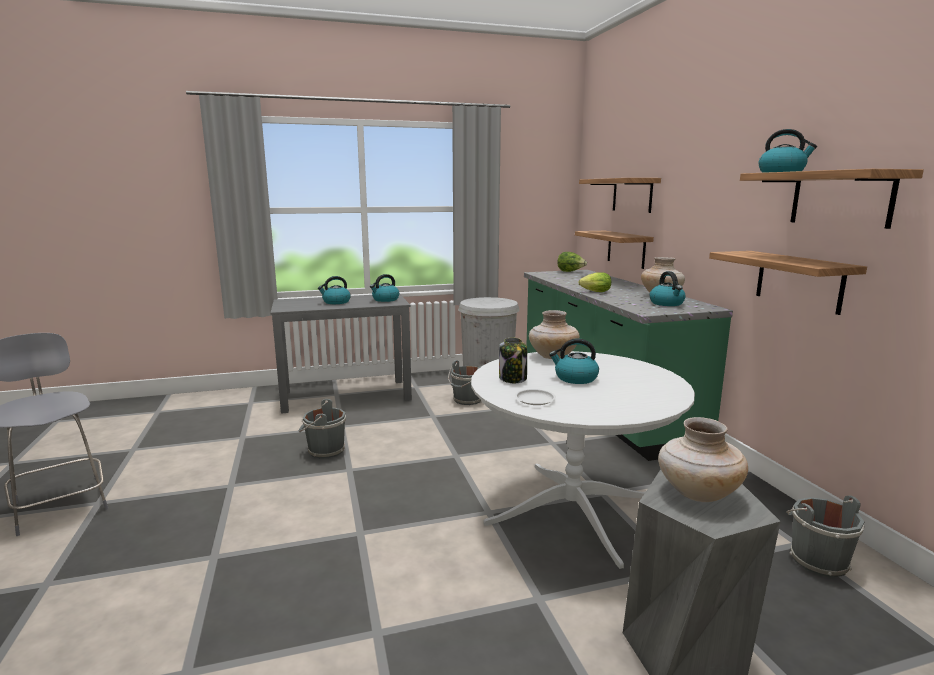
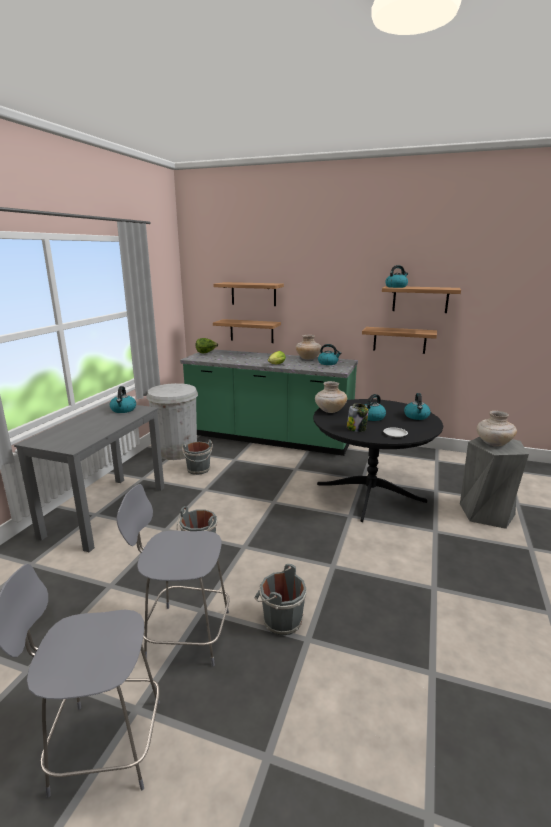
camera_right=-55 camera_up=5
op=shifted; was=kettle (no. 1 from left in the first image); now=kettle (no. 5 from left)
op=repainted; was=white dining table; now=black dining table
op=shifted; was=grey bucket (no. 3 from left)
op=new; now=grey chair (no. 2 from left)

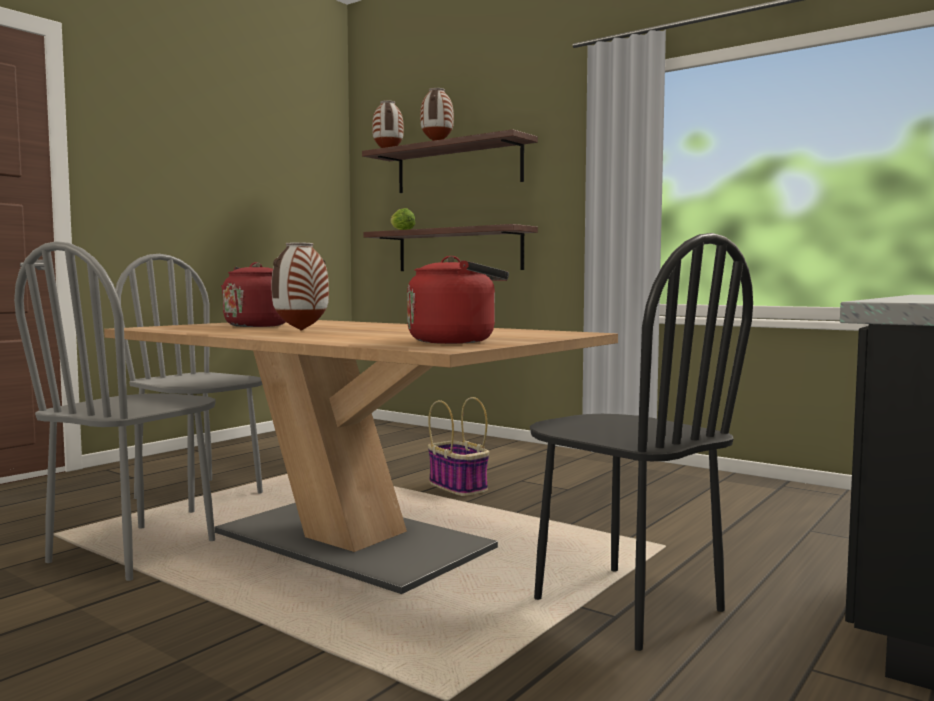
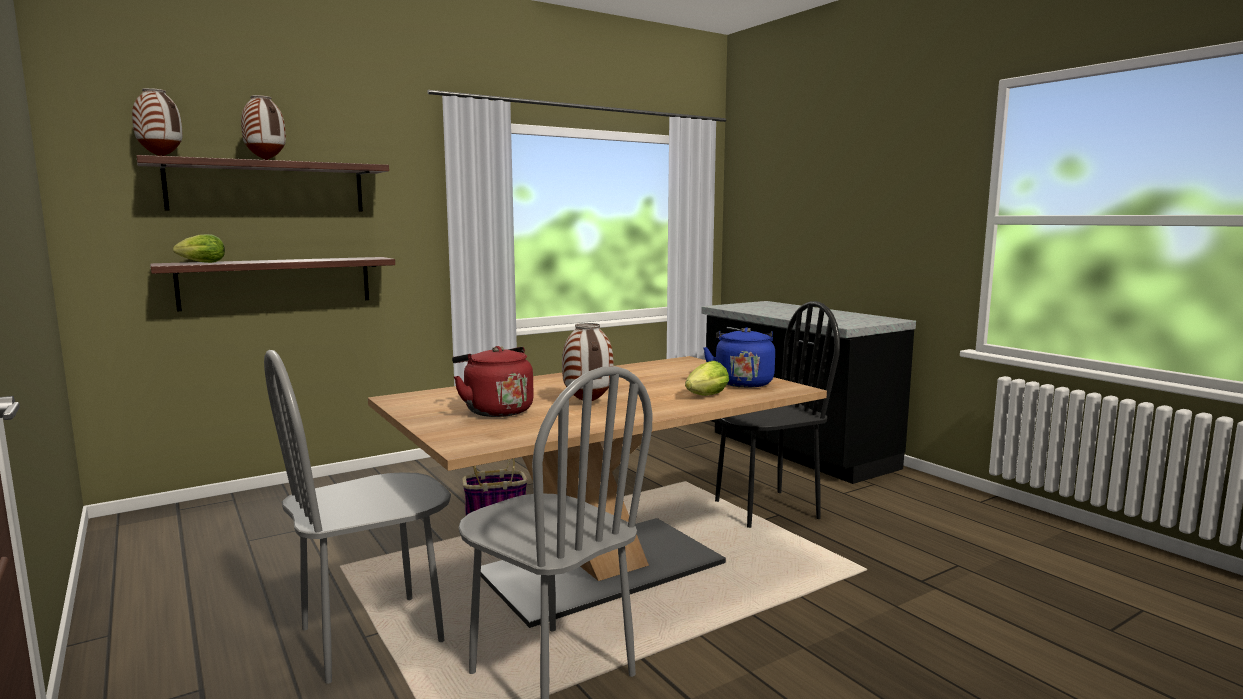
camera_right=-70 camera_up=5
op=repainted; was=red kettle (no. 2 from left); now=blue kettle
op=new; now=lettuce (no. 2 from left)

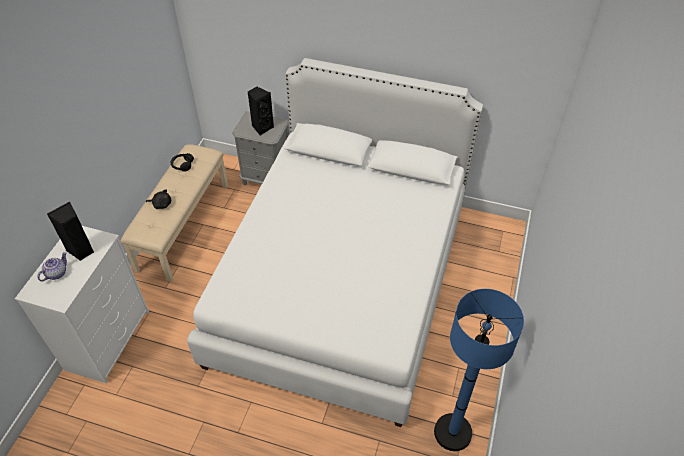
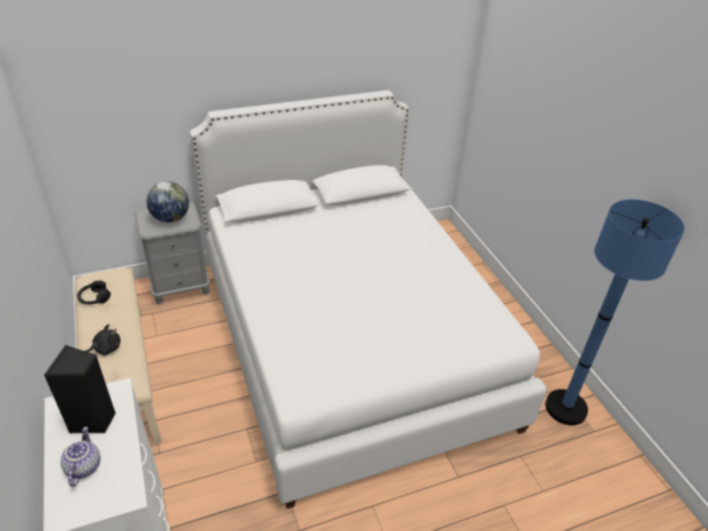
camera_right=-40 camera_up=-10
op=swapped; was=black speaker (no. 2 from left); now=globe

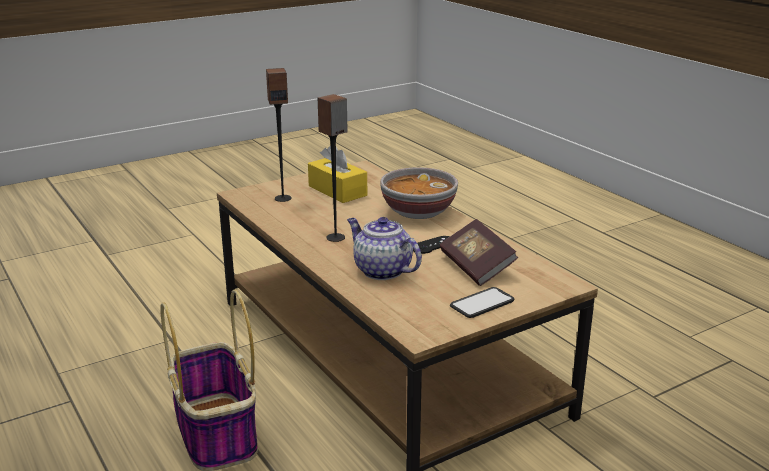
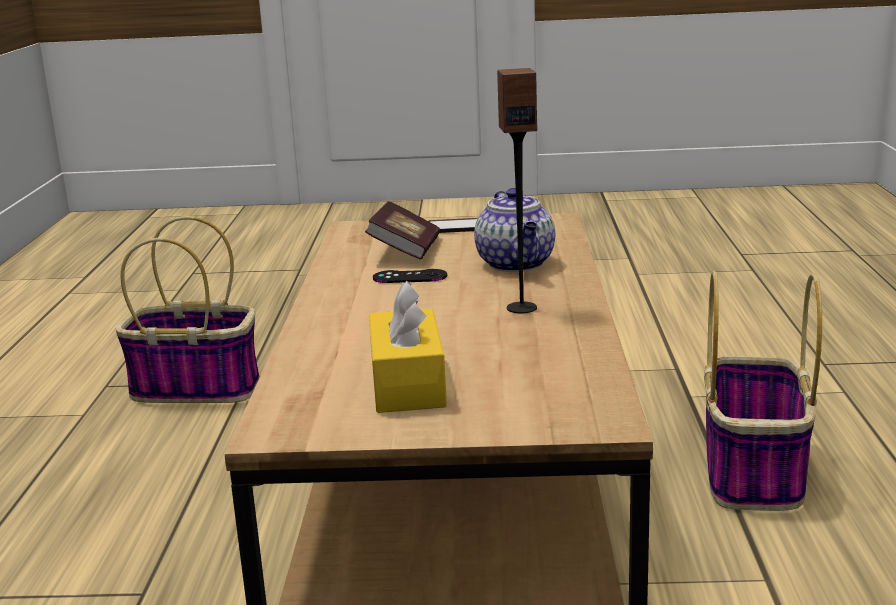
camera_right=-145 camera_up=-5
op=gone; was=speaker (no. 1 from left)
op=gone; was=bowl
op=new; now=basket (no. 1 from left)

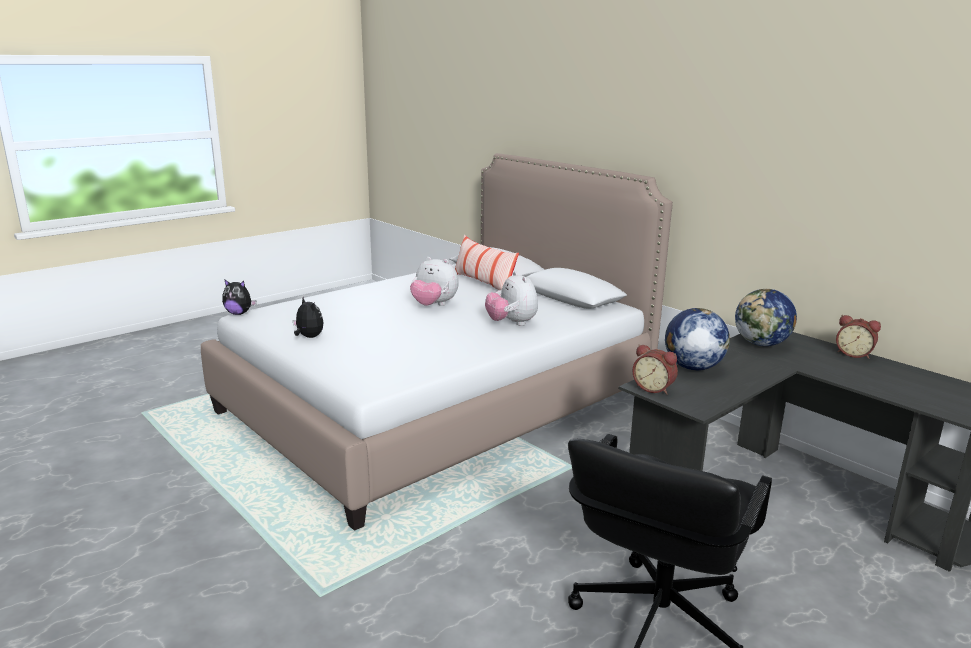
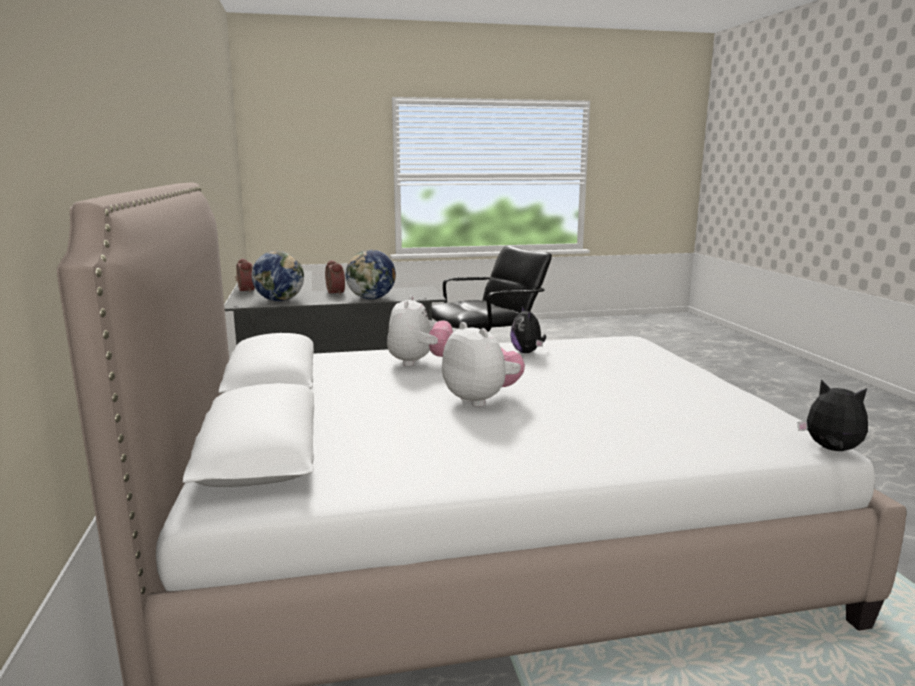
camera_right=-150 camera_up=-5
op=gone; was=pillow
op=shifted; was=plush toy (no. 2 from left in the first image); now=plush toy (no. 3 from left)
op=shifted; was=alarm clock (no. 1 from left in the first image); now=alarm clock (no. 2 from left)

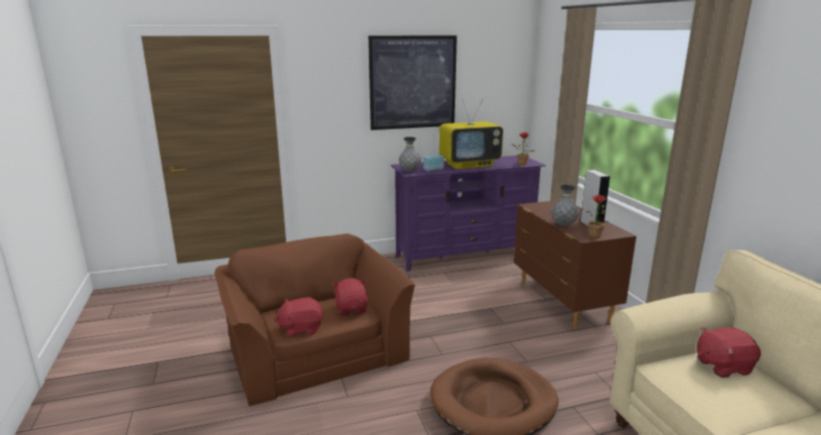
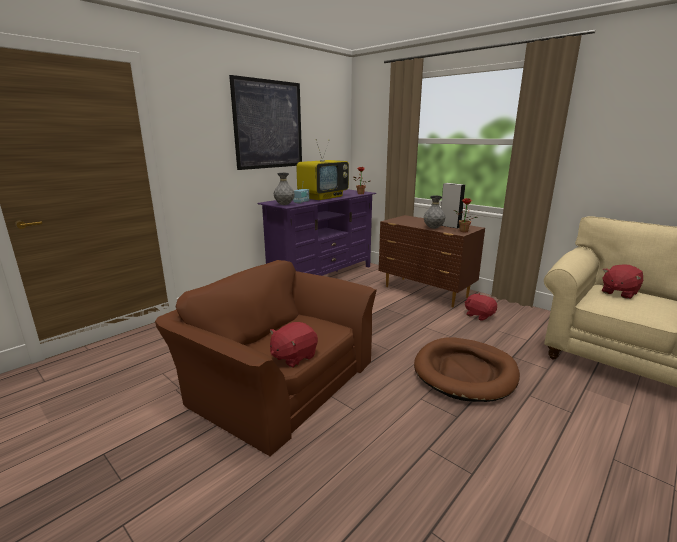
camera_right=-30 camera_up=0
op=shifted; was=red plush toy (no. 2 from left)

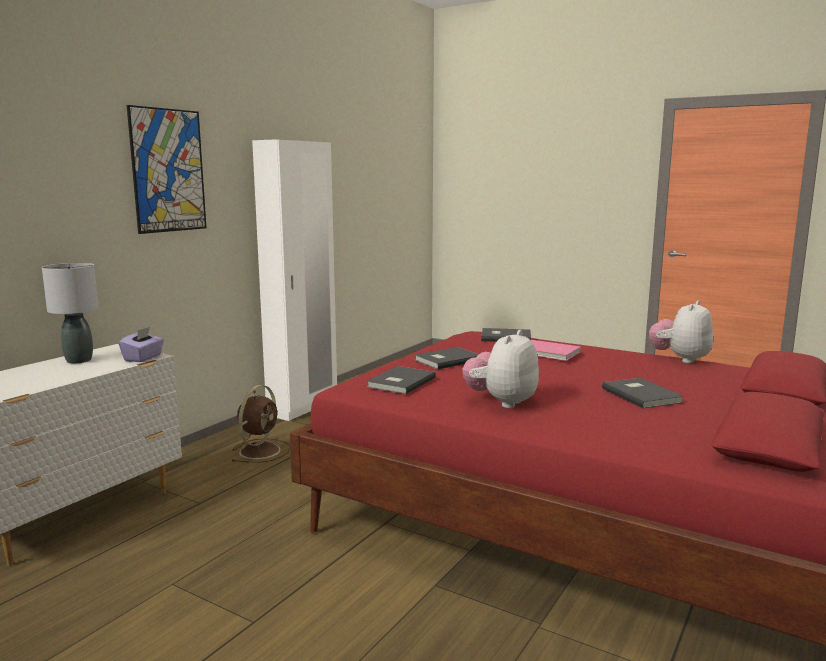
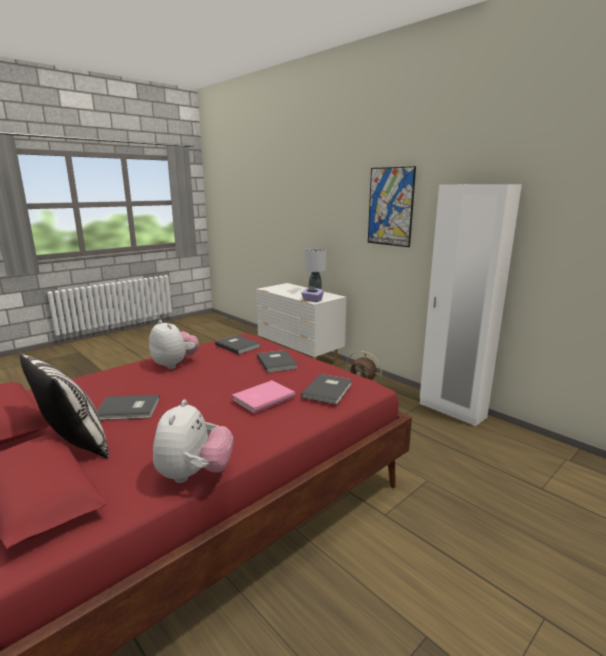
camera_right=105 camera_up=5
op=rotated; was=plush toy (no. 2 from left); clockwise=45
op=new; now=pillow

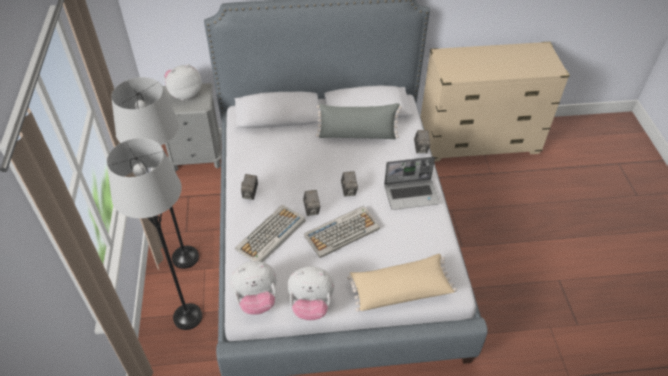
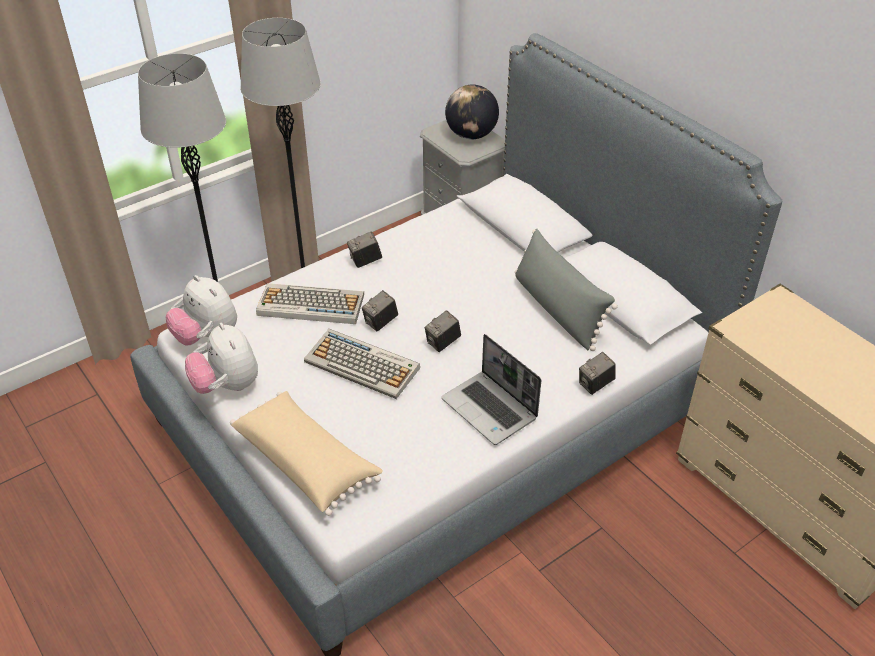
camera_right=60 camera_up=-5
op=swapped; was=plush toy (no. 1 from left); now=globe

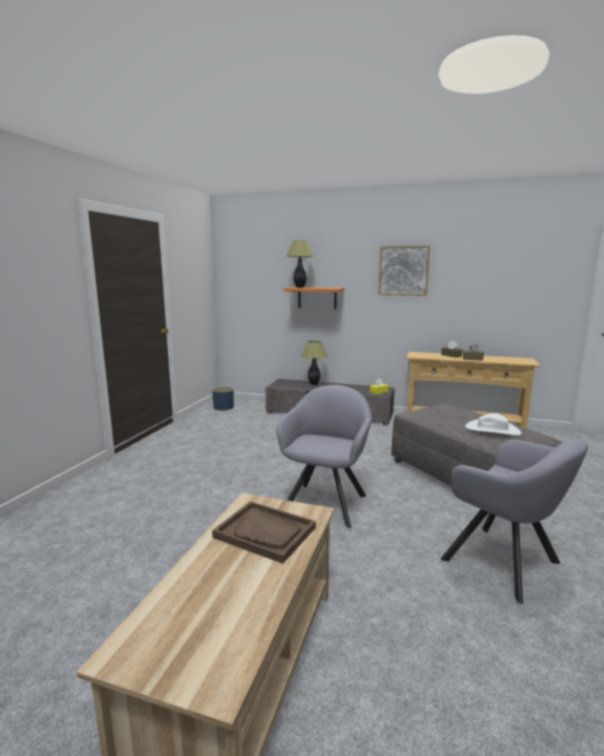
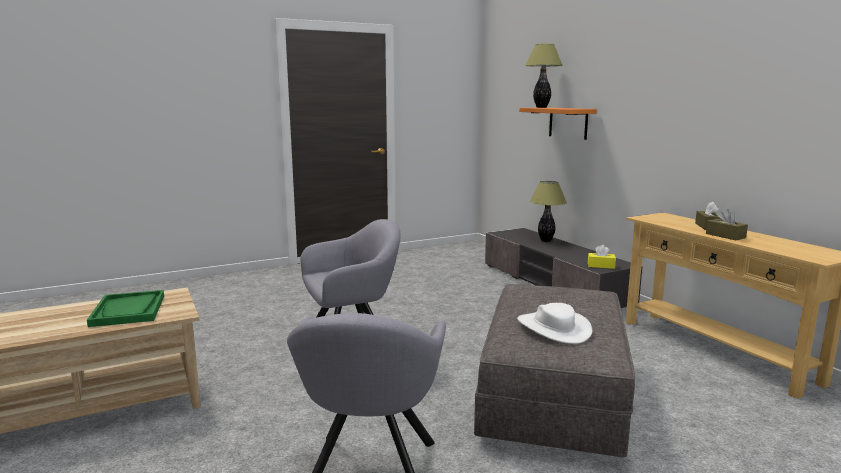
camera_right=45 camera_up=0
op=gone; was=picture
op=gone; was=blue planter
op=repainted; was=brown tray; now=green tray

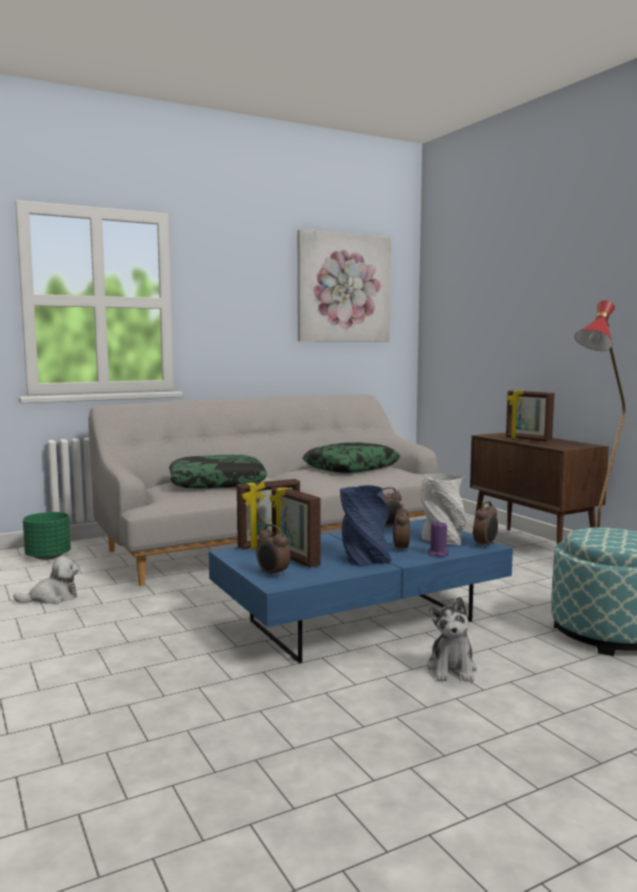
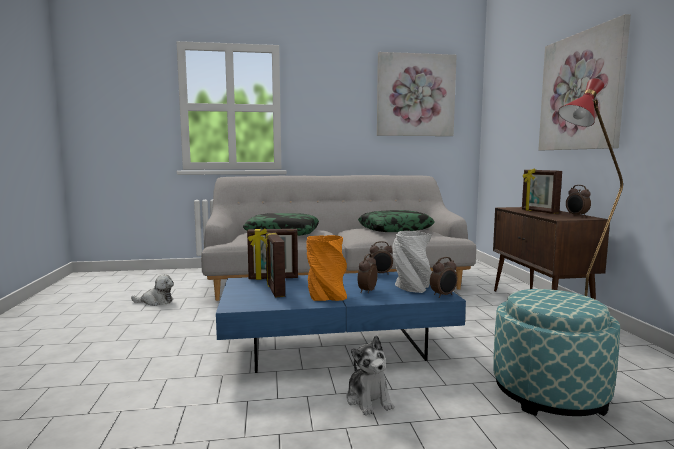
camera_right=20 camera_up=0
op=repainted; was=blue vase; now=orange vase
op=gone; was=green planter
op=gone; was=purple candle
op=shifted; was=alarm clock (no. 1 from left in the first image); now=alarm clock (no. 4 from left)
op=rotated; was=plush toy (no. 2 from left); clockwise=-45
op=new; now=picture (no. 2 from left)

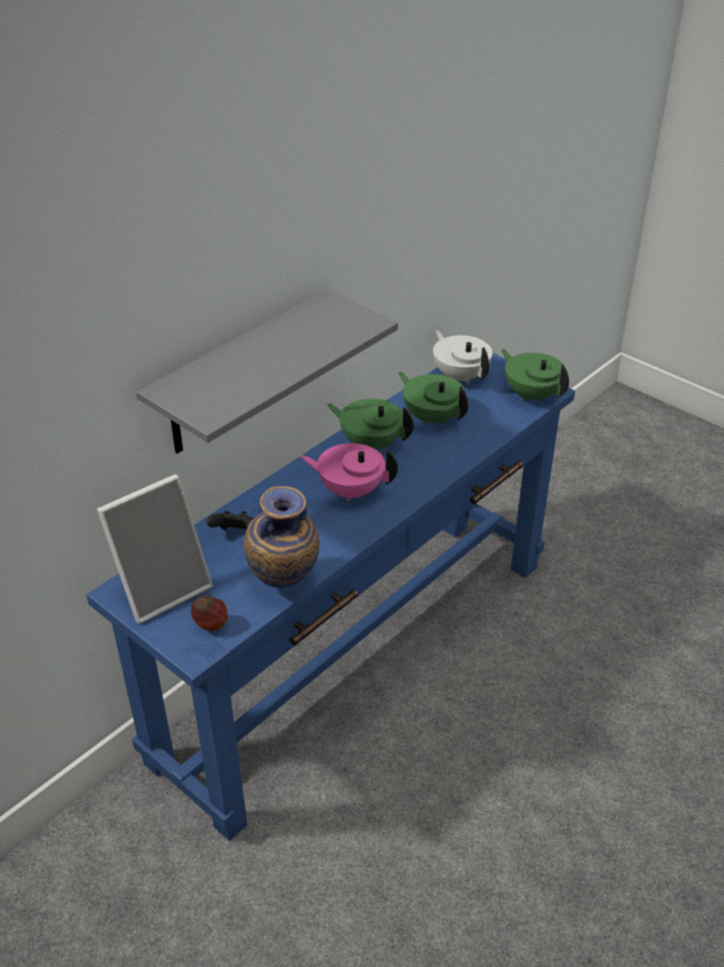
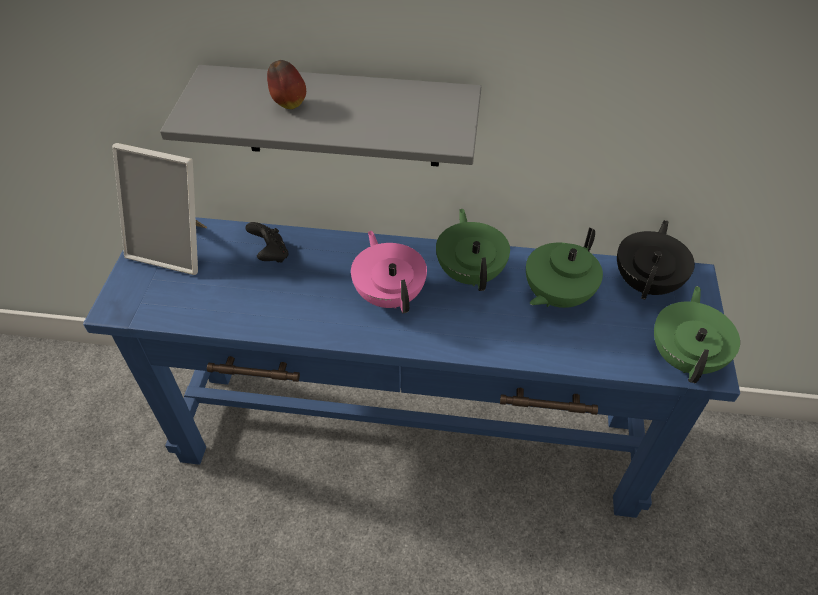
camera_right=55 camera_up=10
op=repainted; was=white teapot; now=black teapot
op=rotated; was=green teapot (no. 2 from left); clockwise=-150
op=gone; was=vase
op=shifted; was=apple

